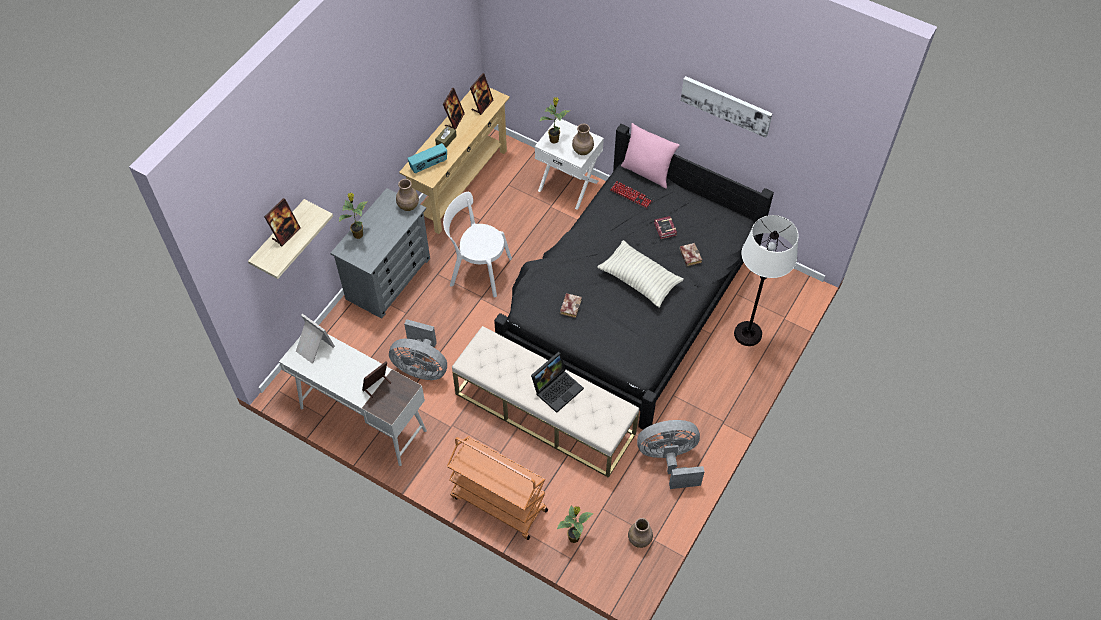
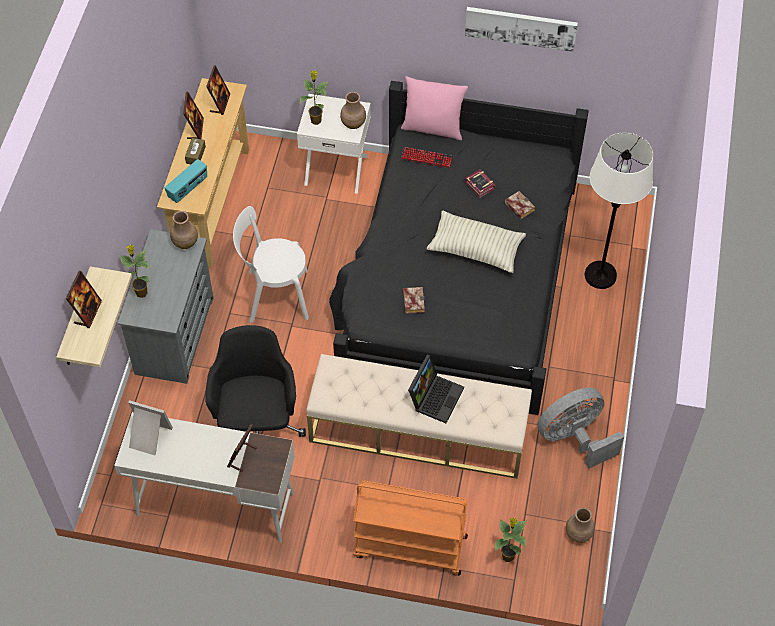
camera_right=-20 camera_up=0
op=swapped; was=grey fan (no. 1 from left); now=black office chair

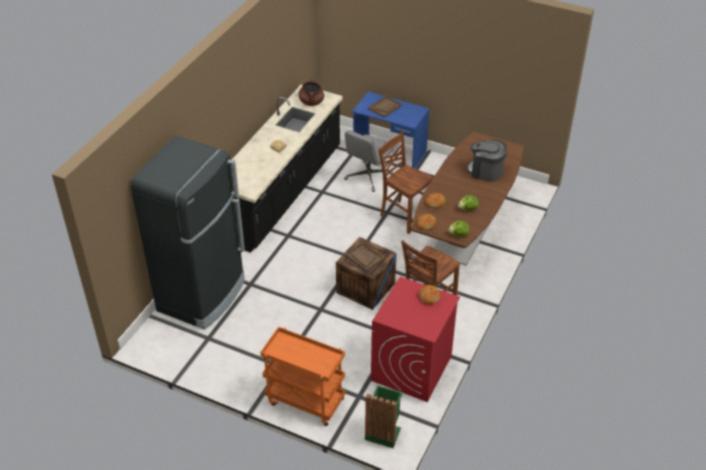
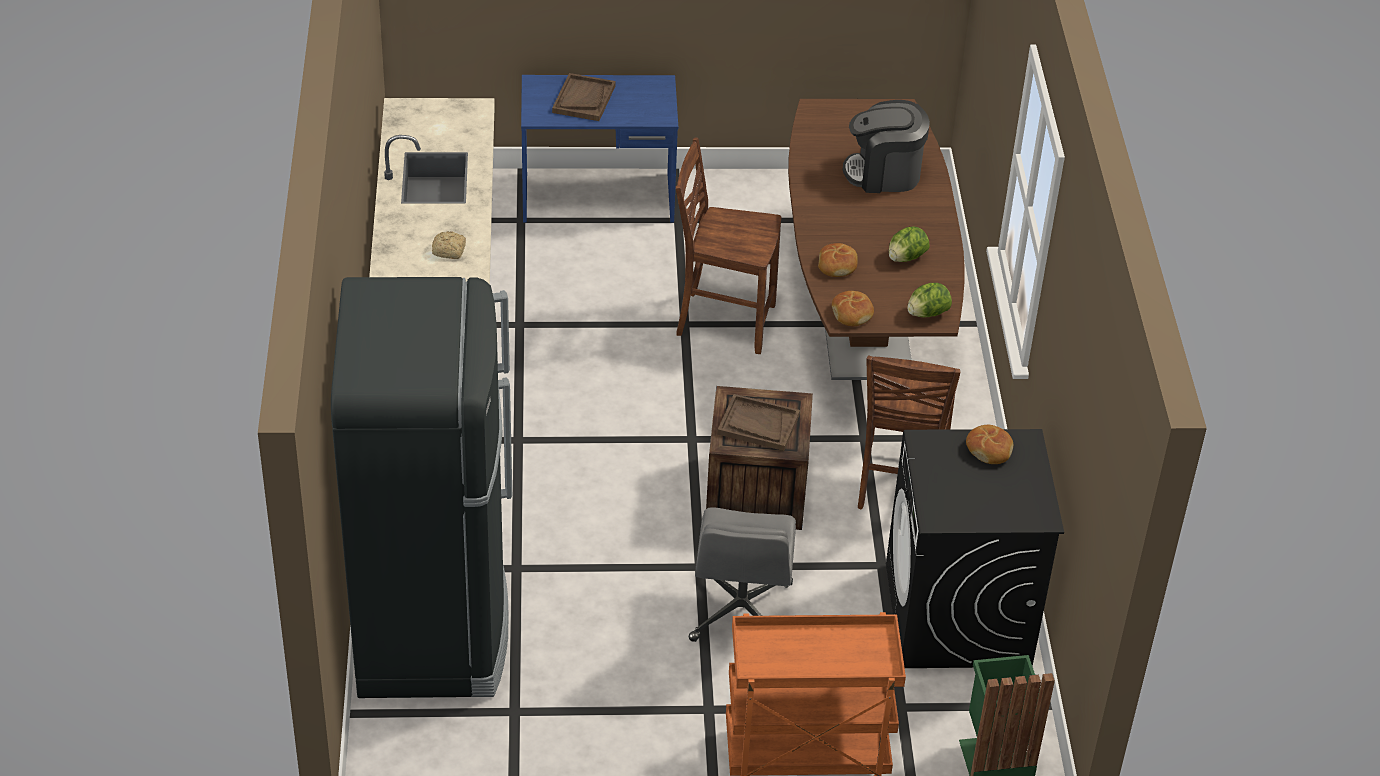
camera_right=-30 camera_up=0
op=gone; was=brown cooking pot
op=shifted; was=grey office chair
op=repainted; was=red washing machine; now=black washing machine

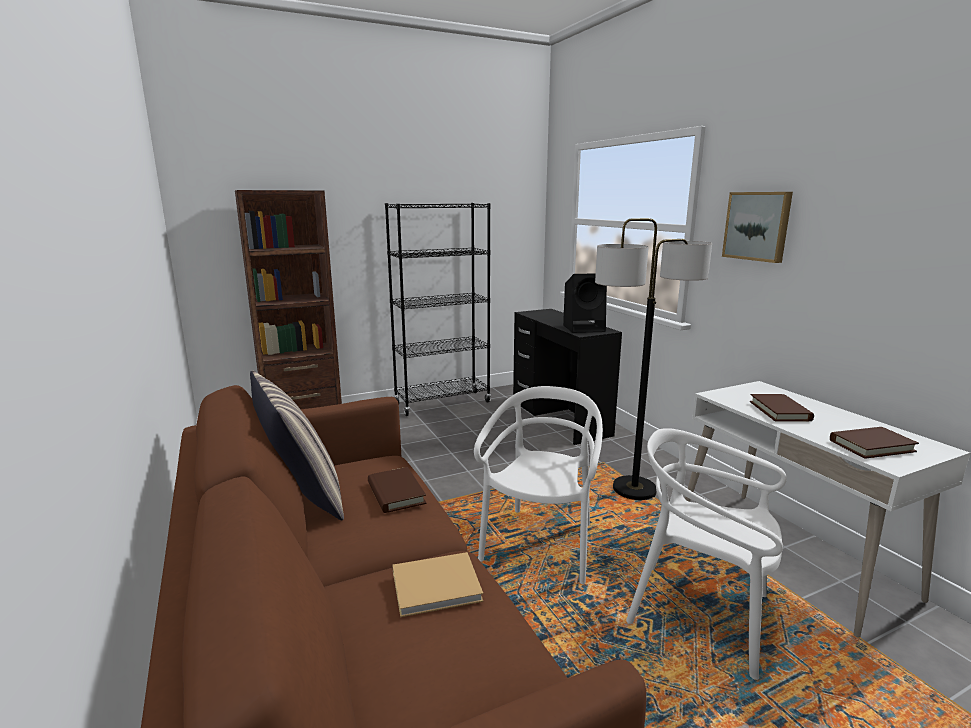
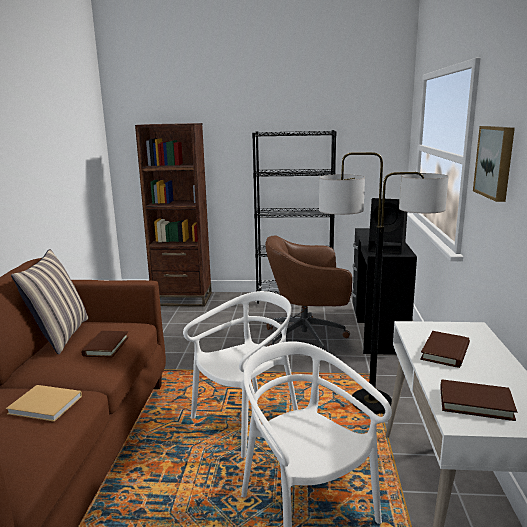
camera_right=30 camera_up=0
op=new; now=brown office chair

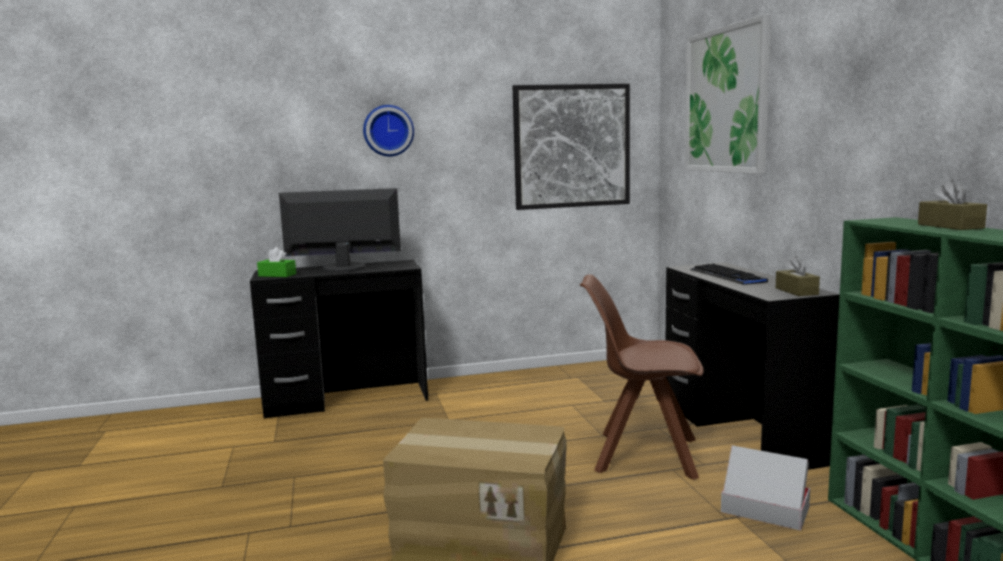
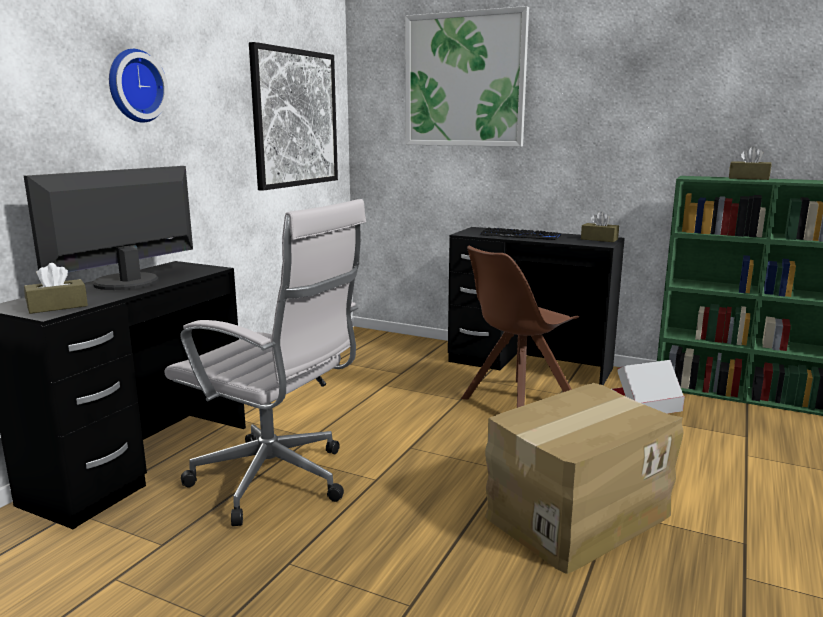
camera_right=-50 camera_up=5
op=repainted; was=green tissue box; now=brown tissue box (no. 1 from left)
op=new; now=white office chair

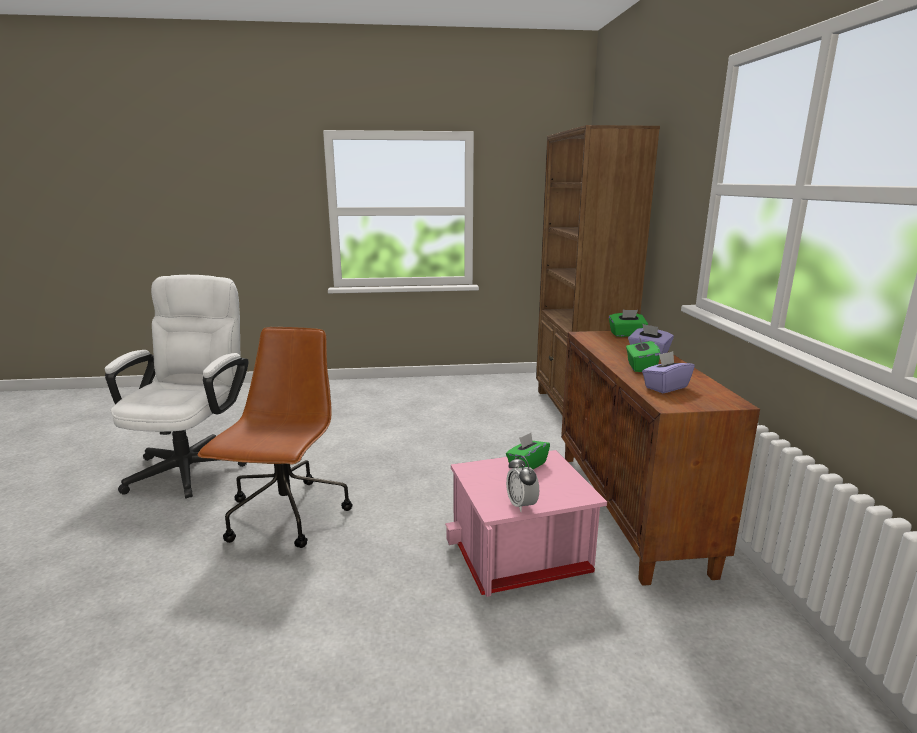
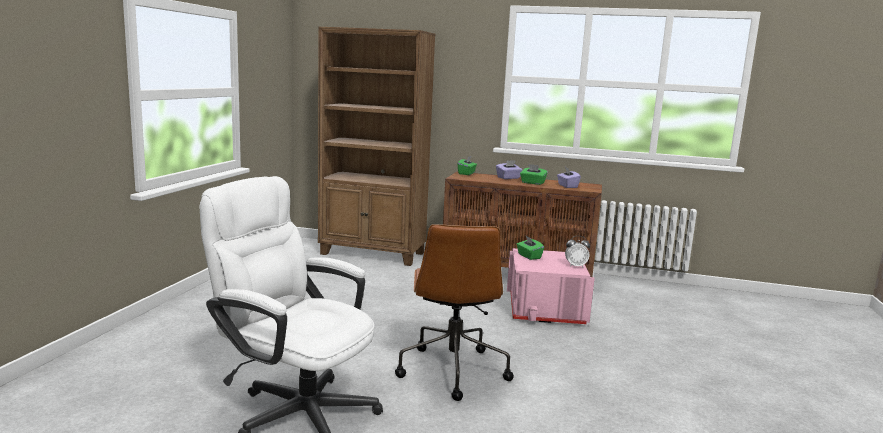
camera_right=-70 camera_up=-5
op=rotated; was=brown office chair; clockwise=-120

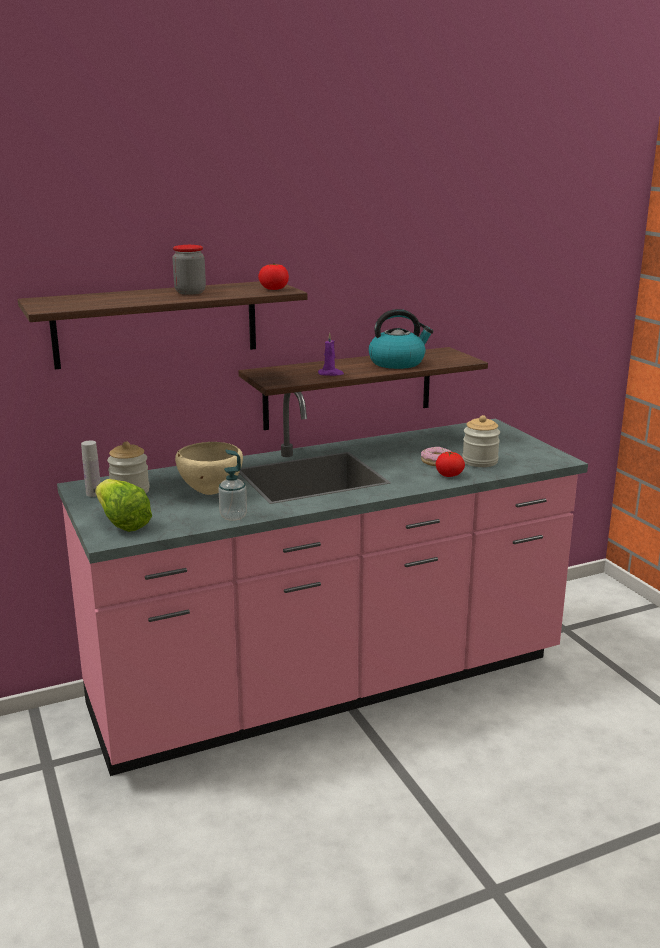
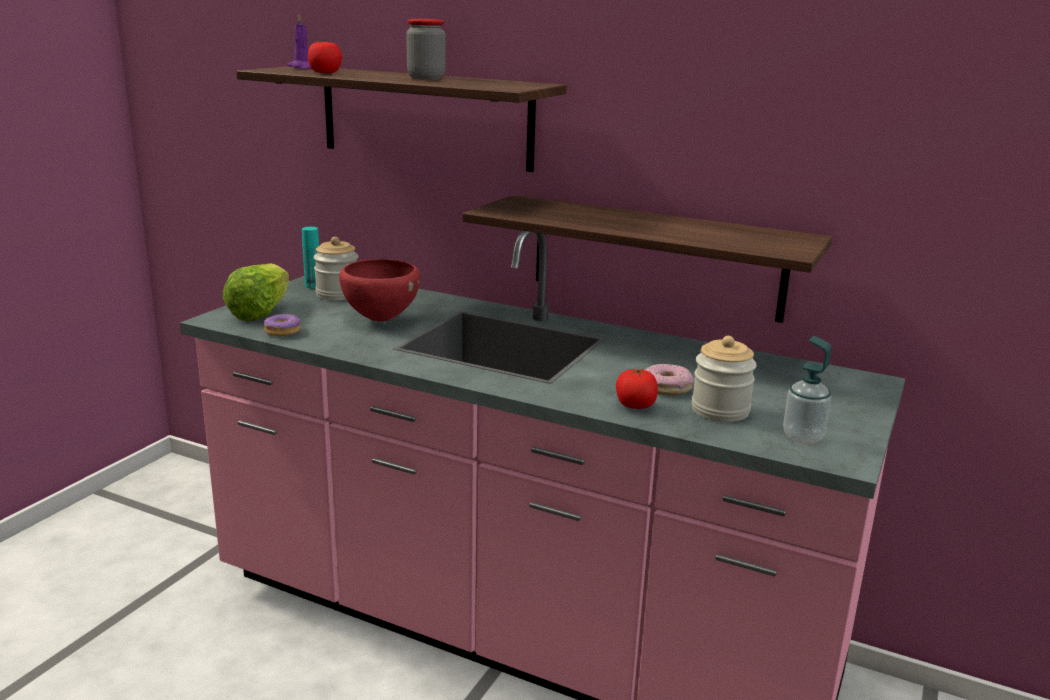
camera_right=50 camera_up=0
op=shifted; was=tomato (no. 1 from left)
op=gone; was=kettle
op=shifted; was=purple candle
op=repainted; was=white bottle; now=turquoise bottle
op=repainted; was=beige bowl; now=red bowl
op=shifted; was=soap dispenser
op=new; now=donut (no. 1 from left)

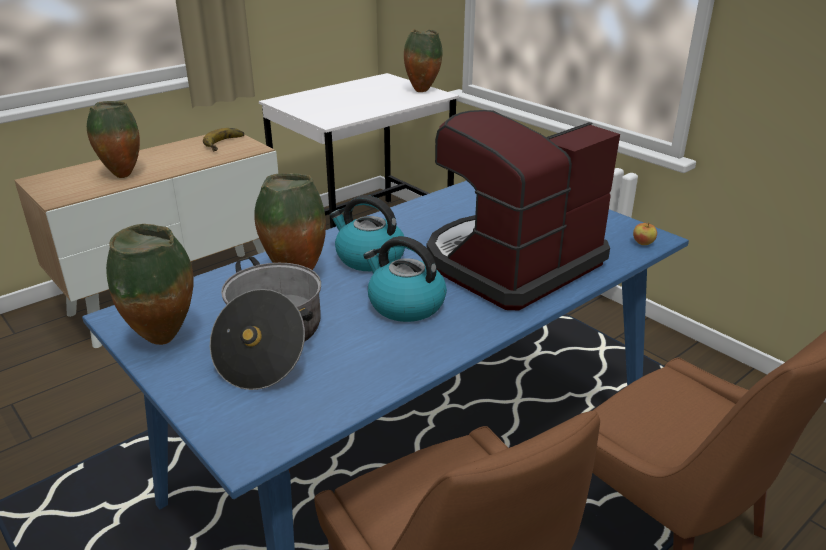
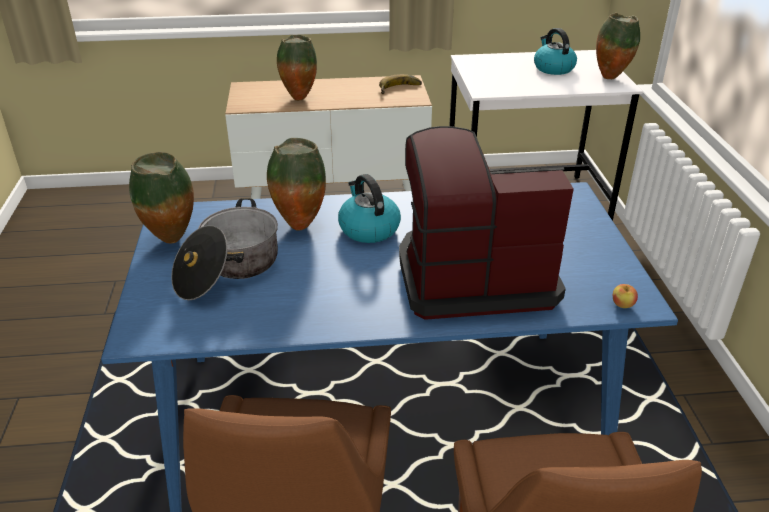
camera_right=35 camera_up=5
op=shifted; was=kettle (no. 2 from left)

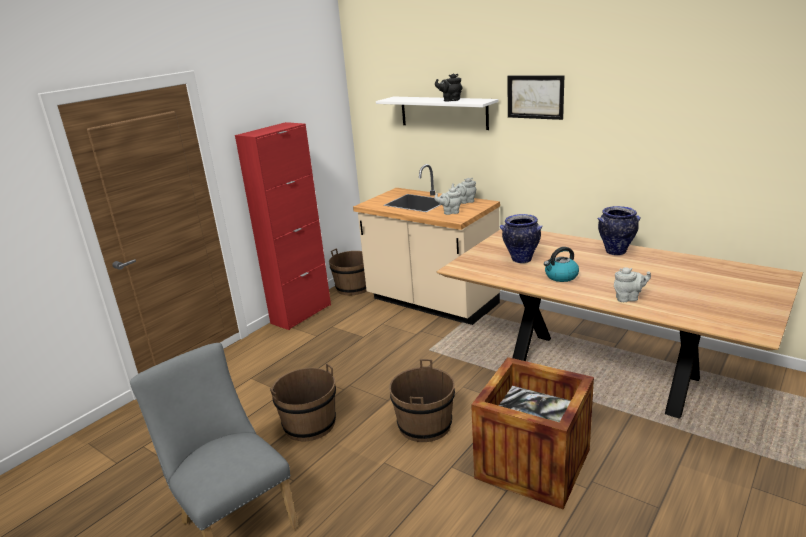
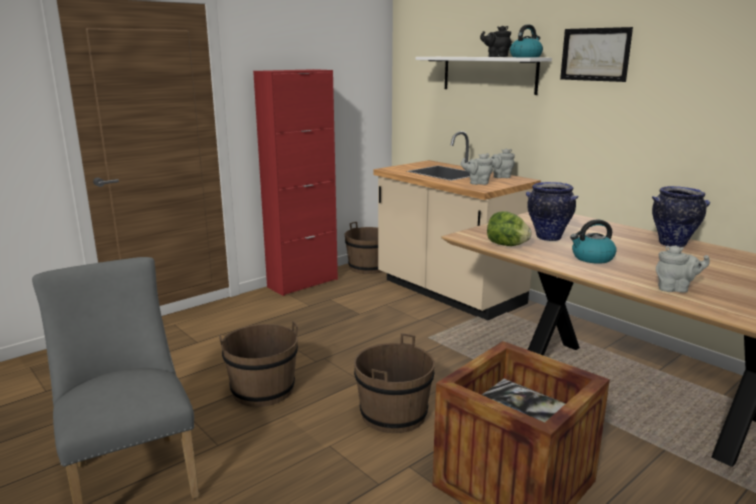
camera_right=10 camera_up=-5
op=new; now=kettle (no. 1 from left)
op=new; now=lettuce

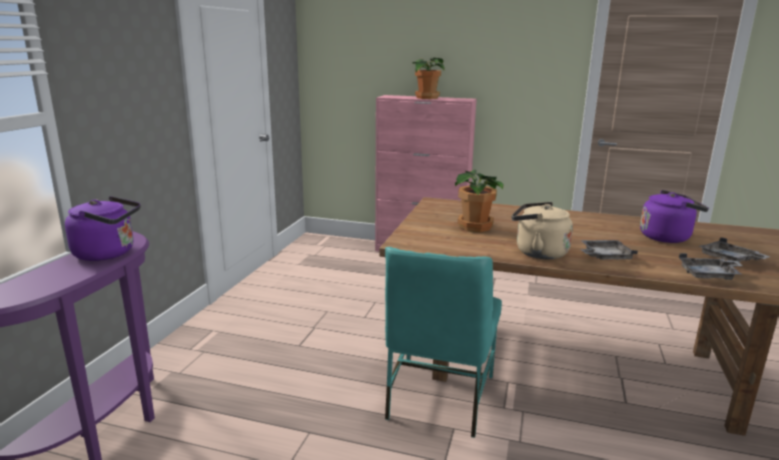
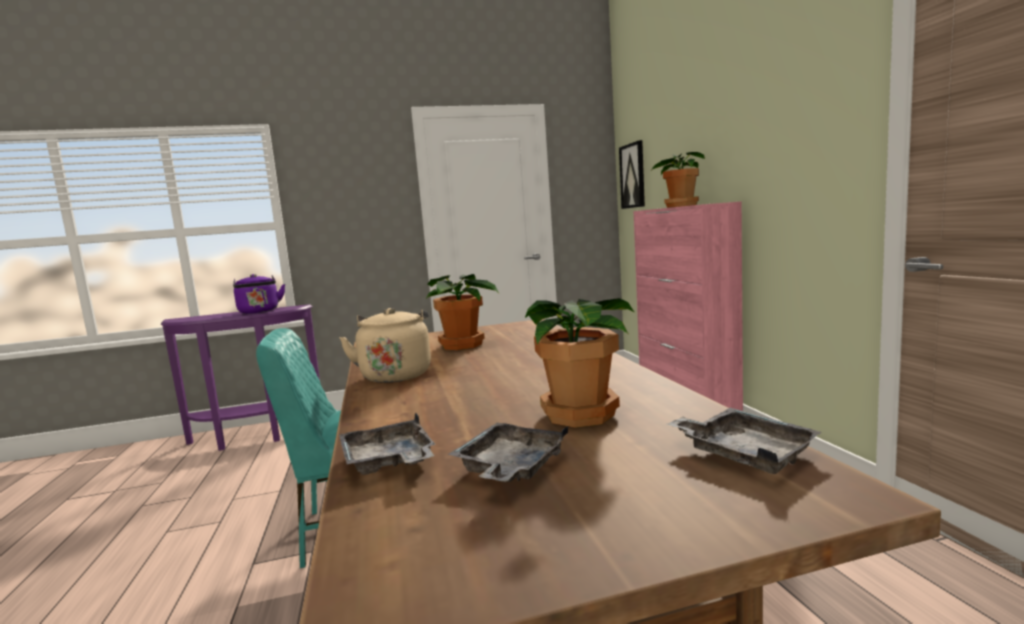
camera_right=60 camera_up=-10
op=swapped; was=purple kettle (no. 2 from left); now=potted plant (no. 2 from left)
op=shifted; was=grey tray (no. 1 from left in the first image); now=grey tray (no. 3 from left)
op=new; now=picture

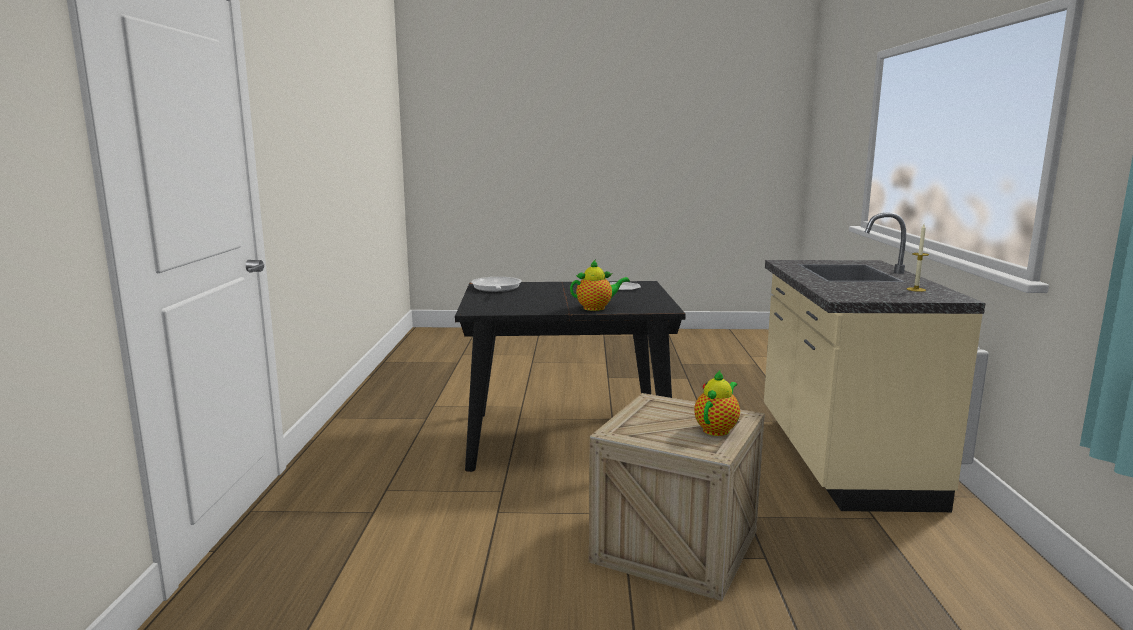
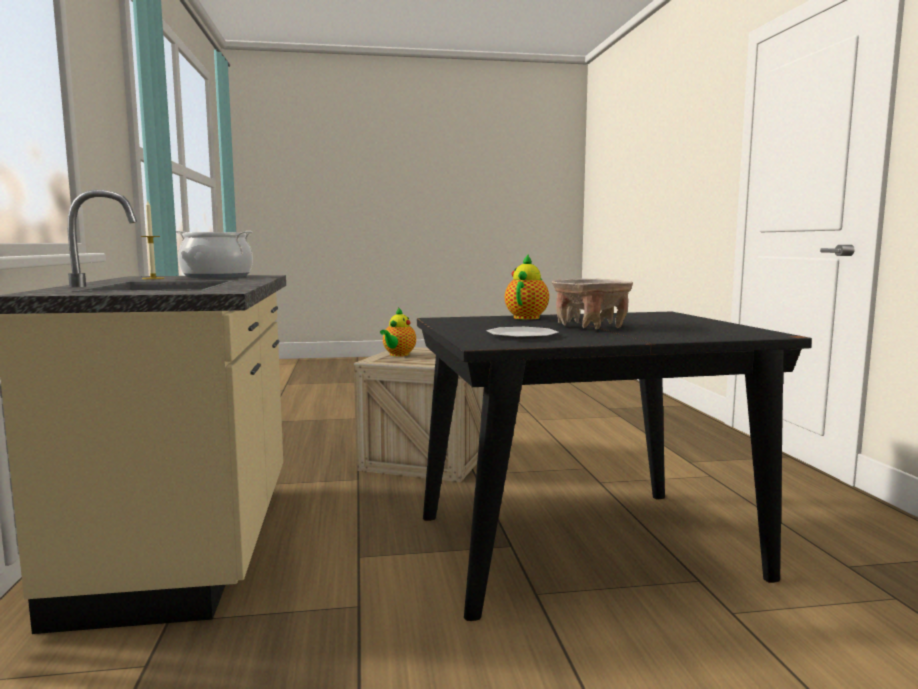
camera_right=170 camera_up=-5
op=rotated; was=teapot (no. 1 from left in the first image); clockwise=135
op=gone; was=frying pan
op=new; now=cooking pot
op=new; now=beige bowl

